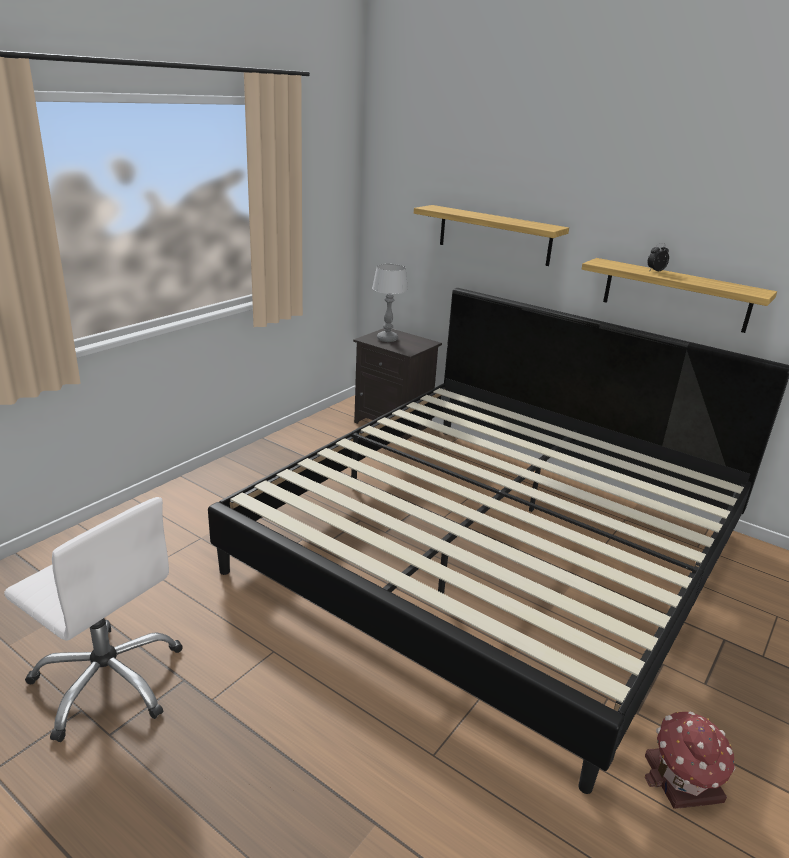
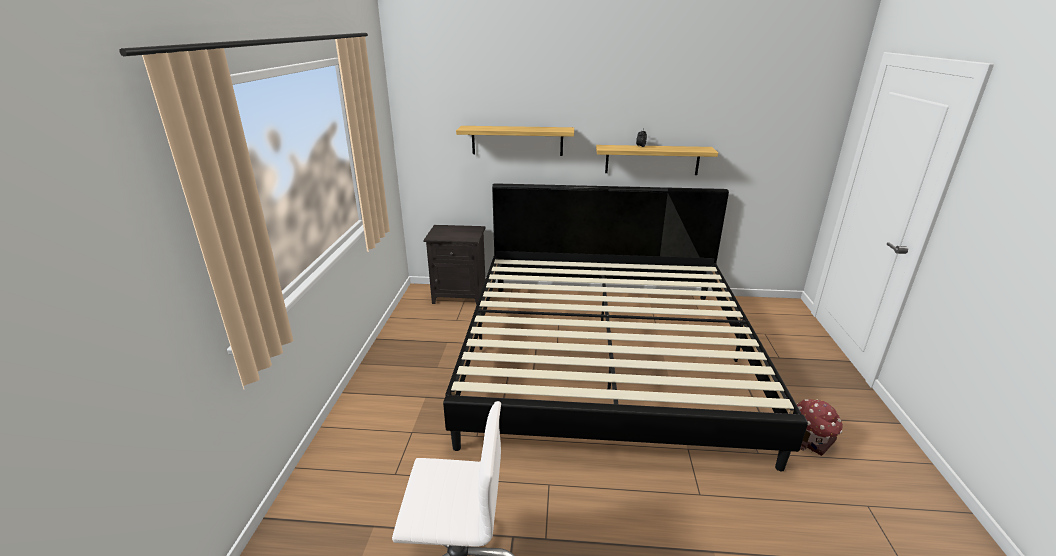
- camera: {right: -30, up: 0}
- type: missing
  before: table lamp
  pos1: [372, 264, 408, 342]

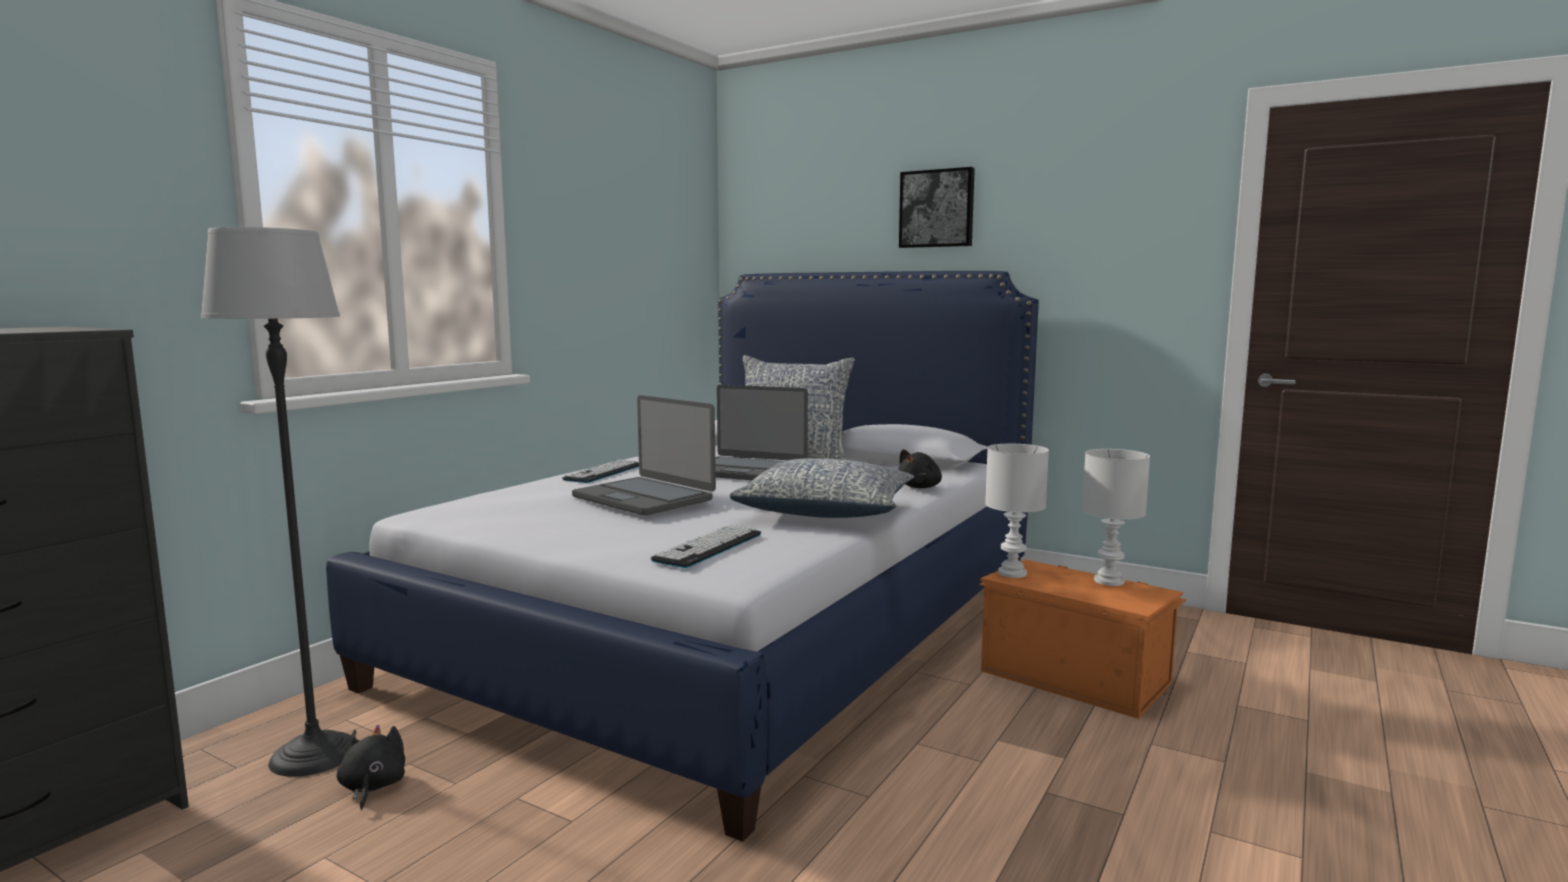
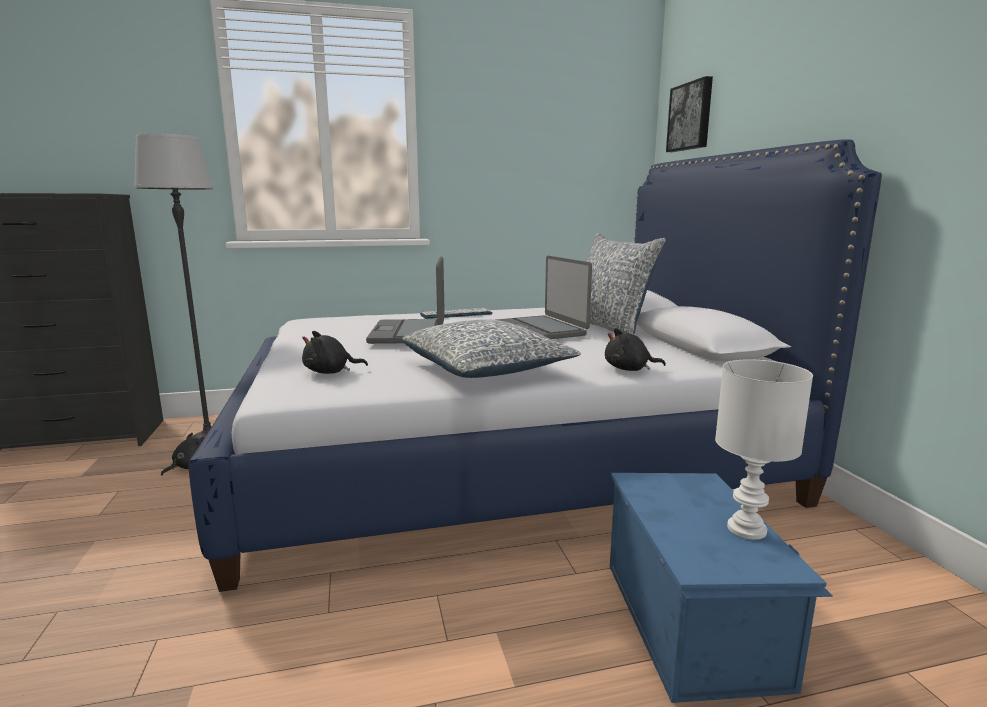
- camera: {right: 45, up: 5}
- type: exchanged
  before: PC keyboard
  after: blackish plush toy
  pos1: [650, 525, 761, 568]
  pos2: [302, 331, 368, 374]
- type: relocated
  before: wall picture
  pos1: [899, 167, 975, 248]
  pos2: [666, 76, 713, 152]
- type: colour
  before: orangey storage container
  after: blue storage container
  pos1: [979, 560, 1187, 719]
  pos2: [610, 473, 833, 703]
- type: missing
  before: whitish table lamp
  pos1: [985, 444, 1049, 578]

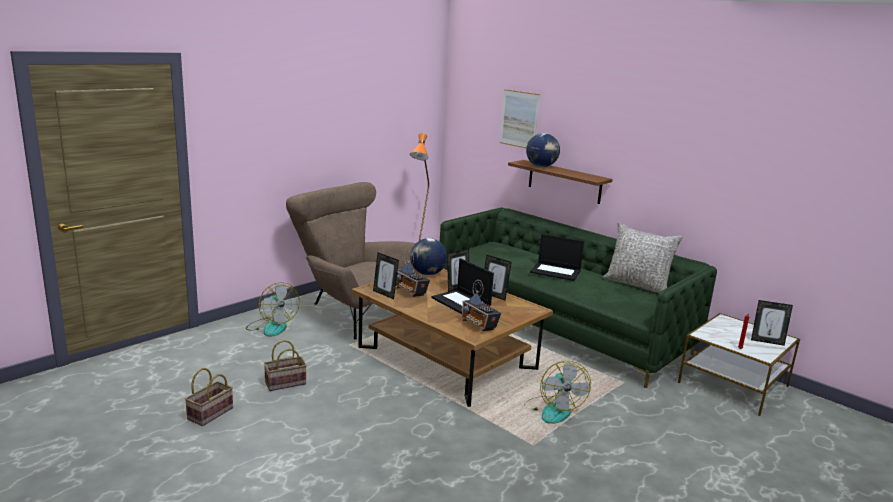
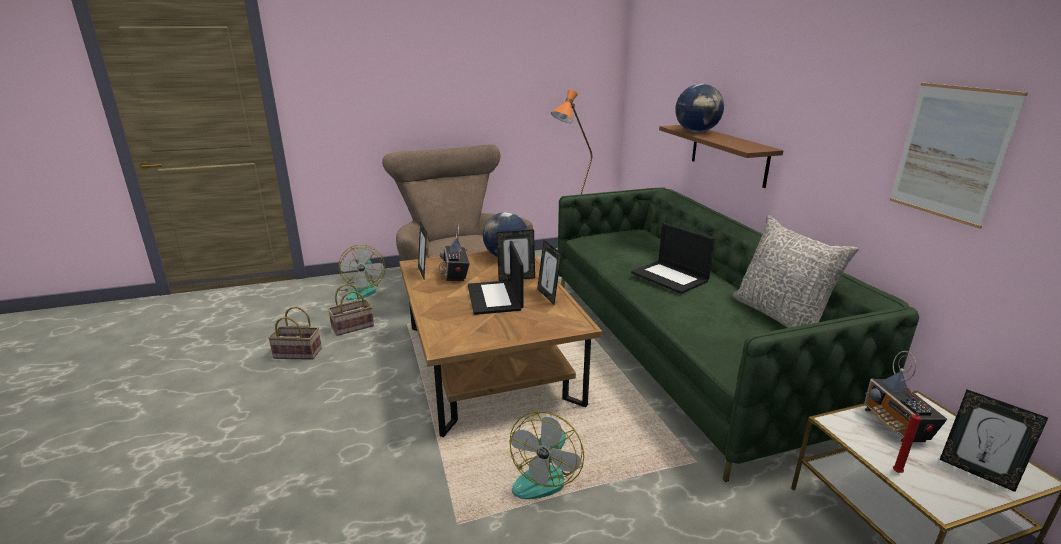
- camera: {right: 30, up: 5}
- type: relocated
  before: basket
  pos1: [185, 368, 233, 426]
  pos2: [328, 284, 374, 336]
- type: relocated
  before: radio set
  pos1: [461, 280, 501, 331]
  pos2: [864, 351, 947, 442]
- type: relocated
  before: wall picture
  pos1: [500, 89, 540, 148]
  pos2: [889, 83, 1028, 229]

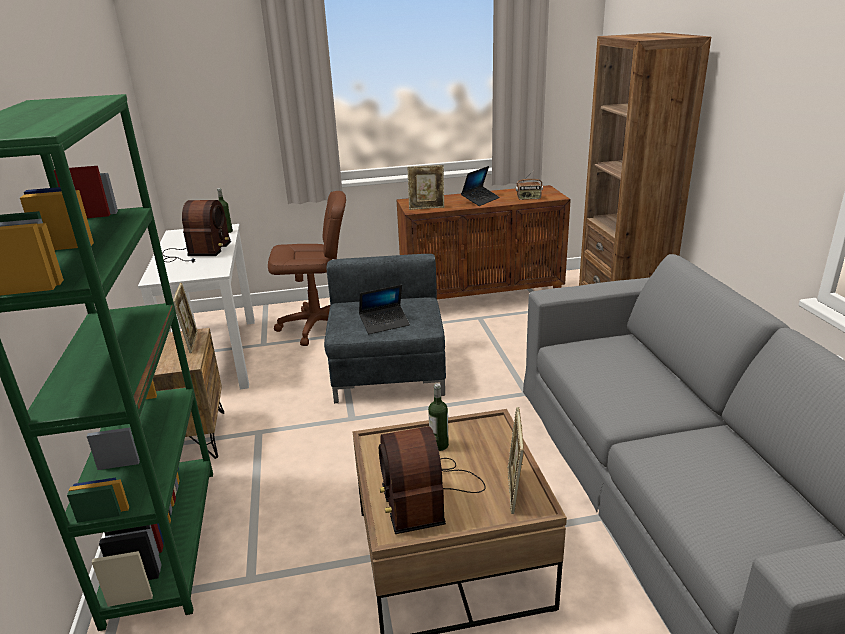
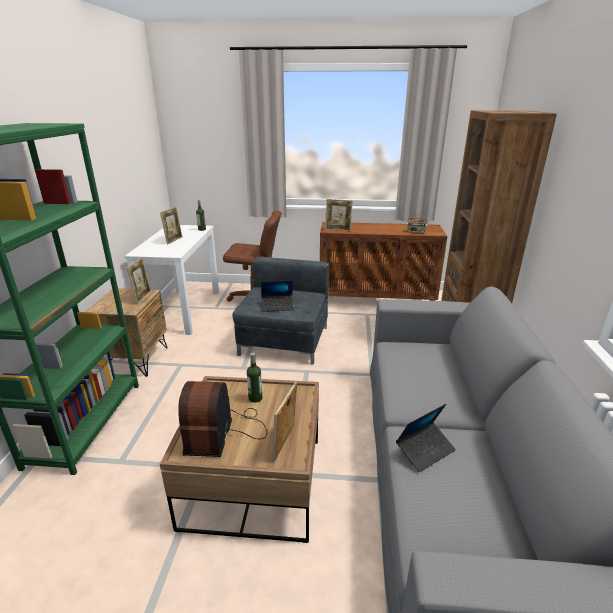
- camera: {right: 15, up: 0}
- type: exchanged
  before: radio set
  after: photo frame
  pos1: [162, 200, 231, 262]
  pos2: [160, 207, 182, 245]
- type: relocated
  before: notebook computer
  pos1: [461, 166, 500, 206]
  pos2: [396, 404, 456, 472]

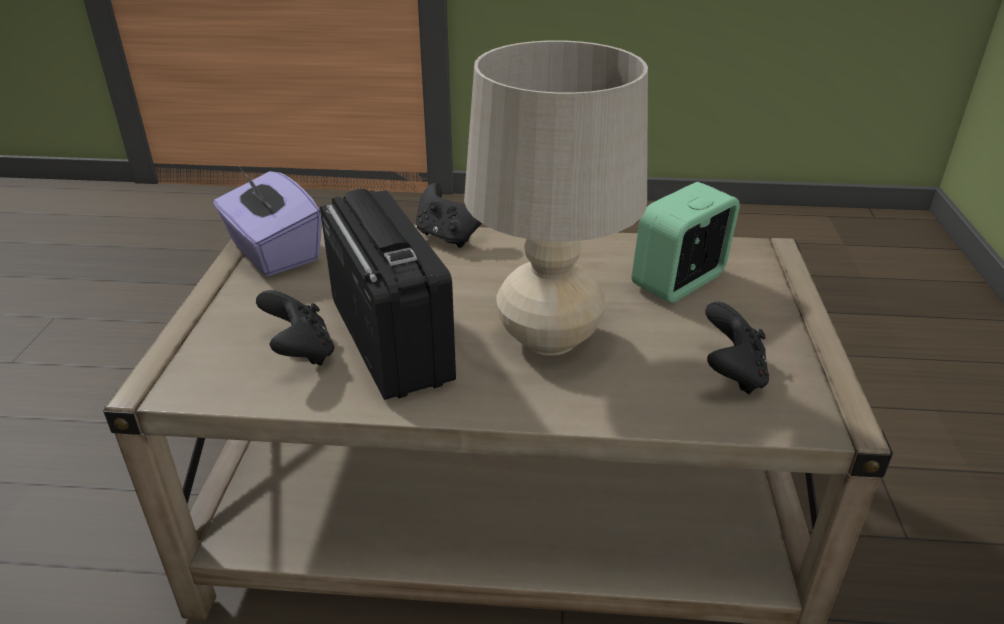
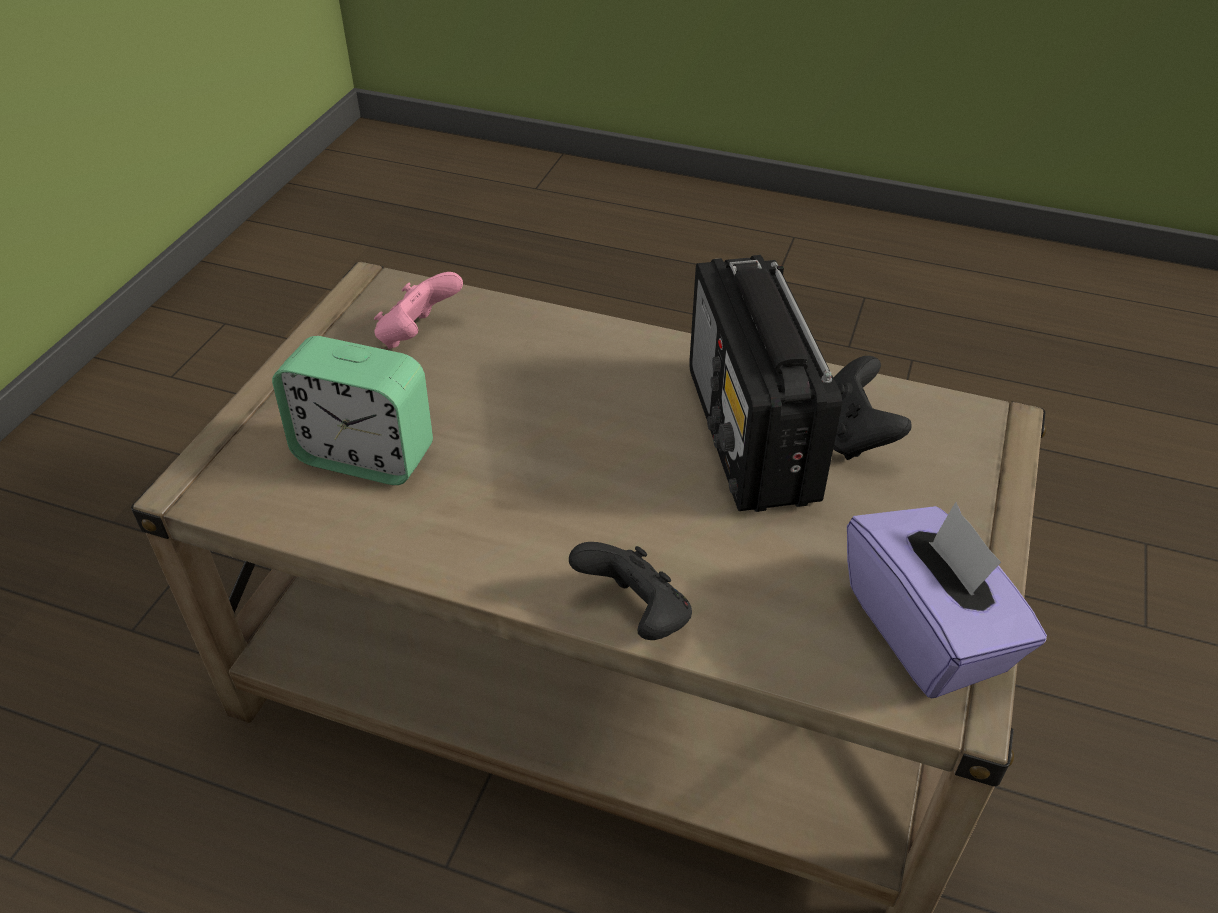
- camera: {right: -165, up: 10}
- type: missing
  before: beige table lamp
  pos1: [464, 40, 648, 356]
- type: spun
  before: alarm clock
  pos1: [632, 182, 740, 303]
  pos2: [272, 336, 433, 485]
  turn: 45
- type: colour
  before: blackish game controller
  after: pink-coloured game controller
  pos1: [705, 302, 769, 394]
  pos2: [374, 272, 463, 349]

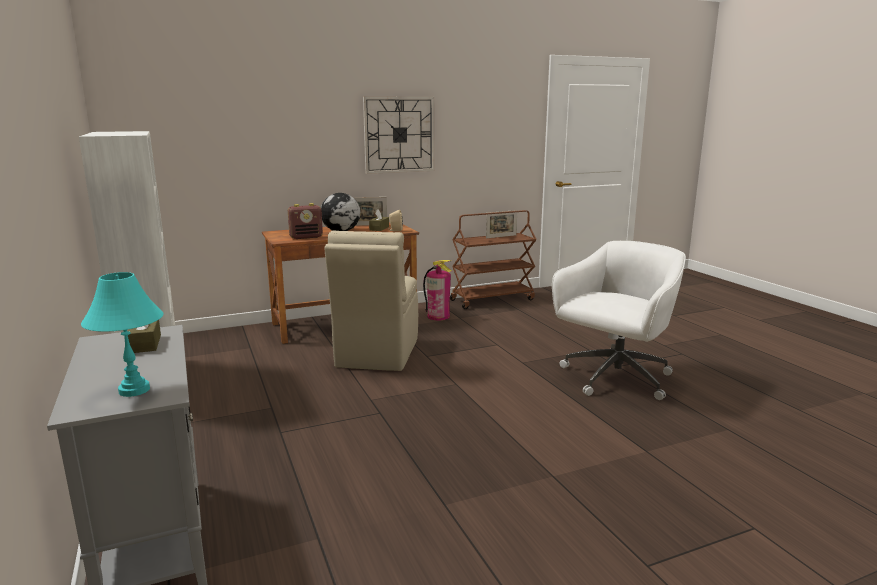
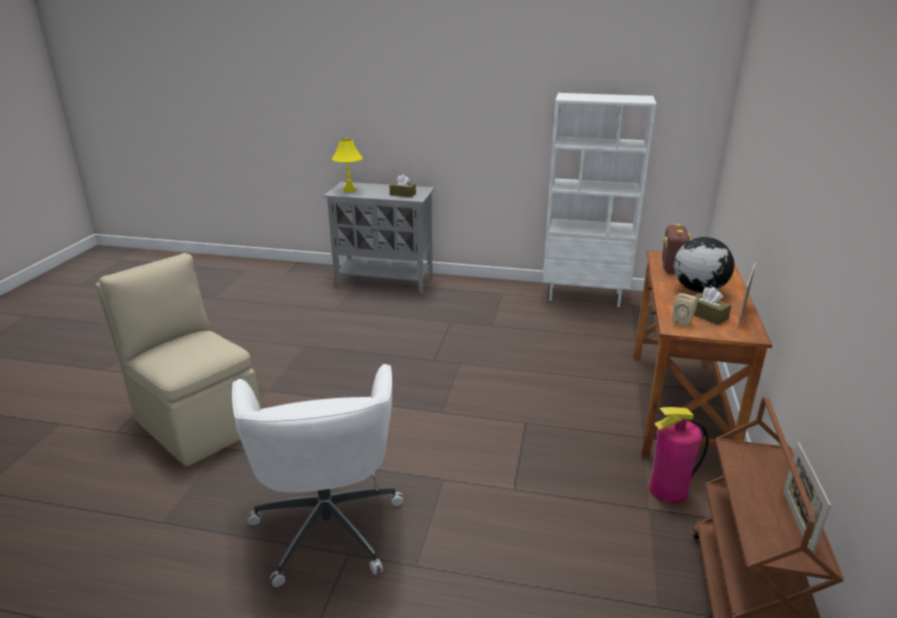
- camera: {right: 125, up: 10}
- type: colour
  before: turquoise table lamp
  after: yellowish table lamp
  pos1: [81, 272, 164, 397]
  pos2: [332, 139, 363, 192]
- type: relocated
  before: beige upright chair
  pos1: [325, 231, 418, 371]
  pos2: [95, 253, 261, 466]
- type: missing
  before: clock on the wall
  pos1: [363, 96, 435, 174]

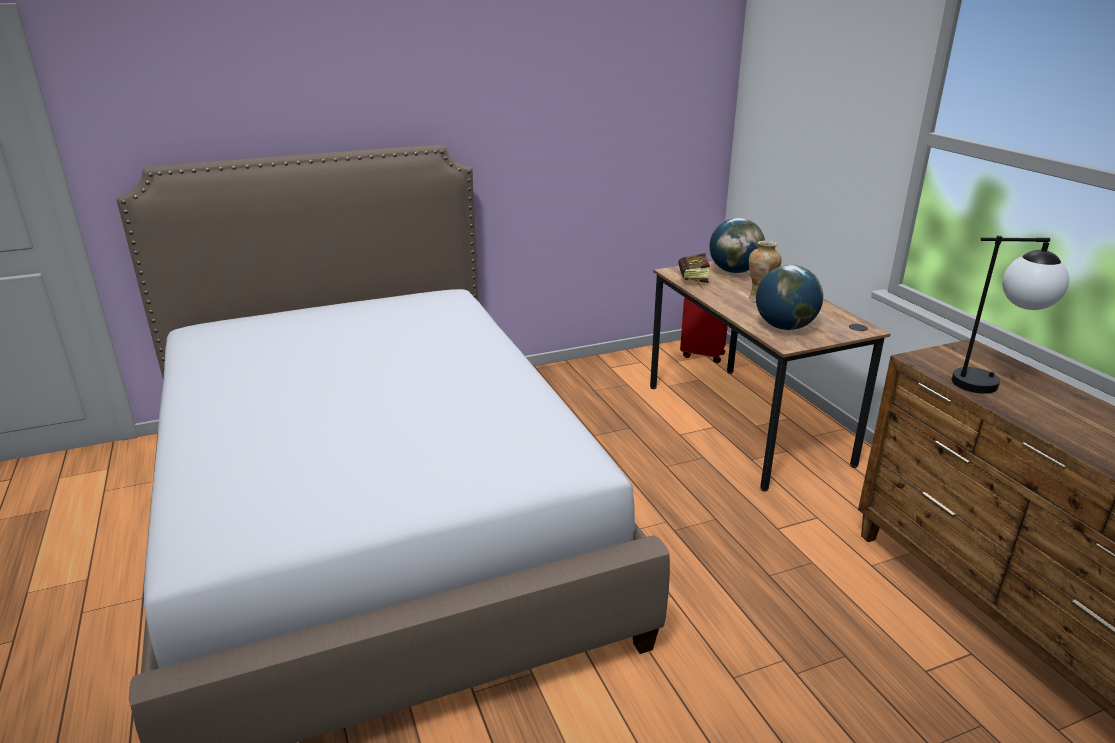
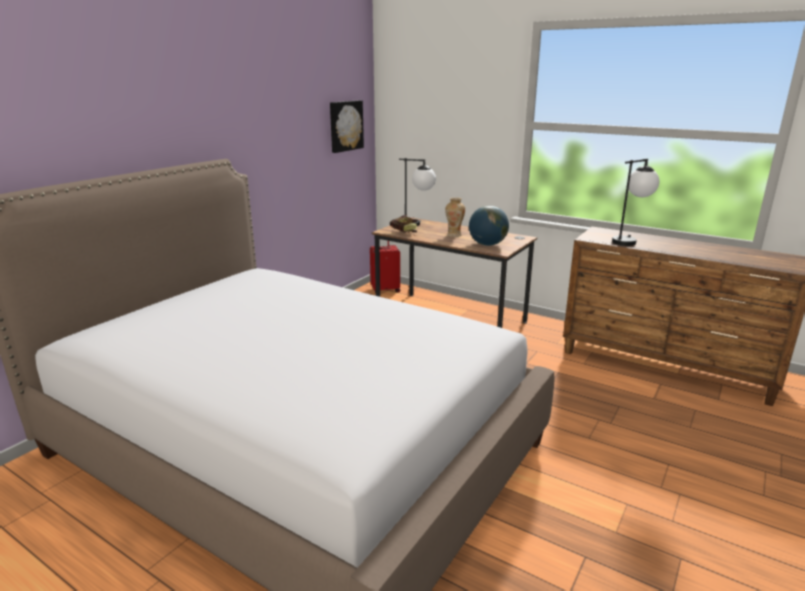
- camera: {right: -35, up: -5}
- type: exchanged
  before: desk globe
  after: table lamp
  pos1: [709, 218, 765, 273]
  pos2: [399, 158, 436, 226]
- type: appeared
  after: wall picture
  pos2: [330, 100, 364, 153]

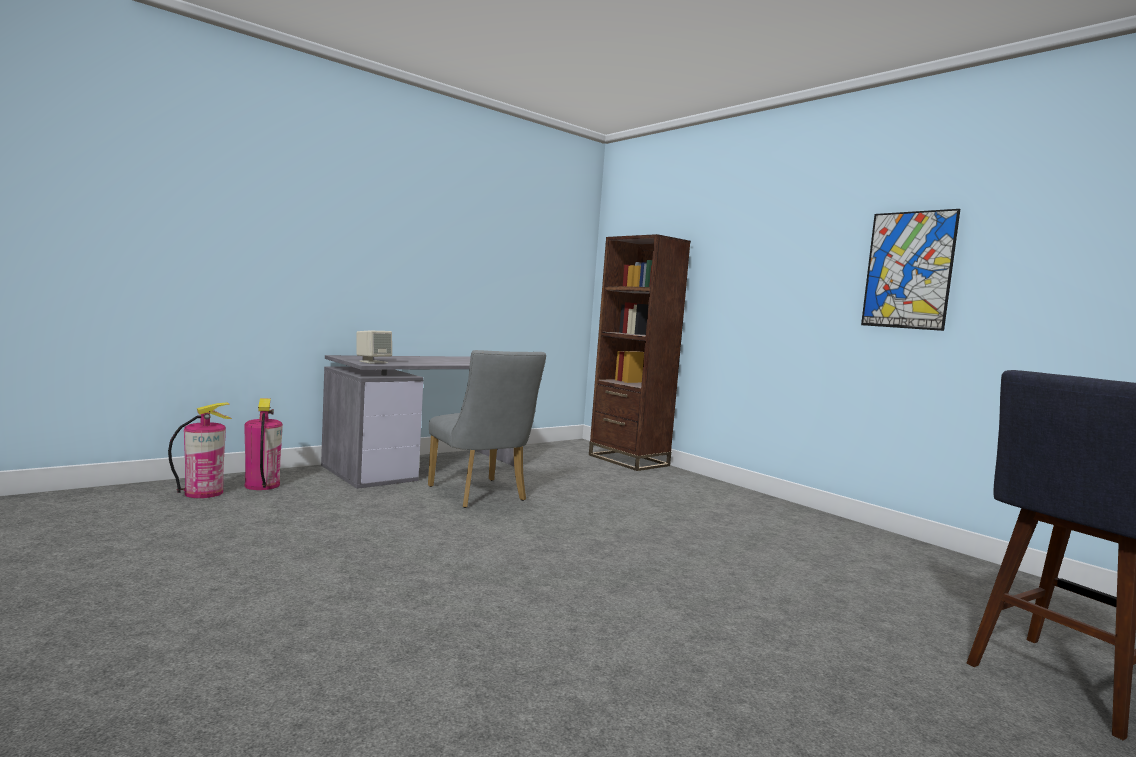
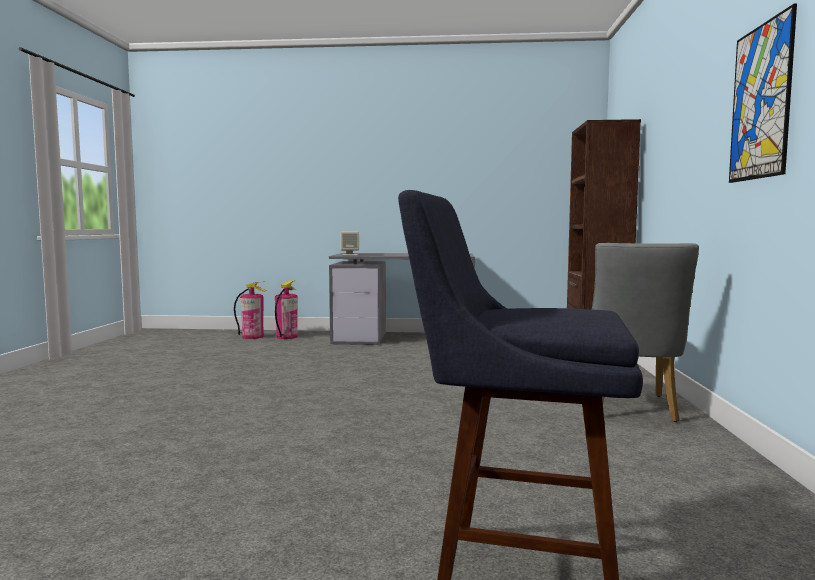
- camera: {right: 45, up: 0}
- type: relocated
  before: grey upright chair
  pos1: [428, 350, 546, 508]
  pos2: [592, 243, 699, 422]

